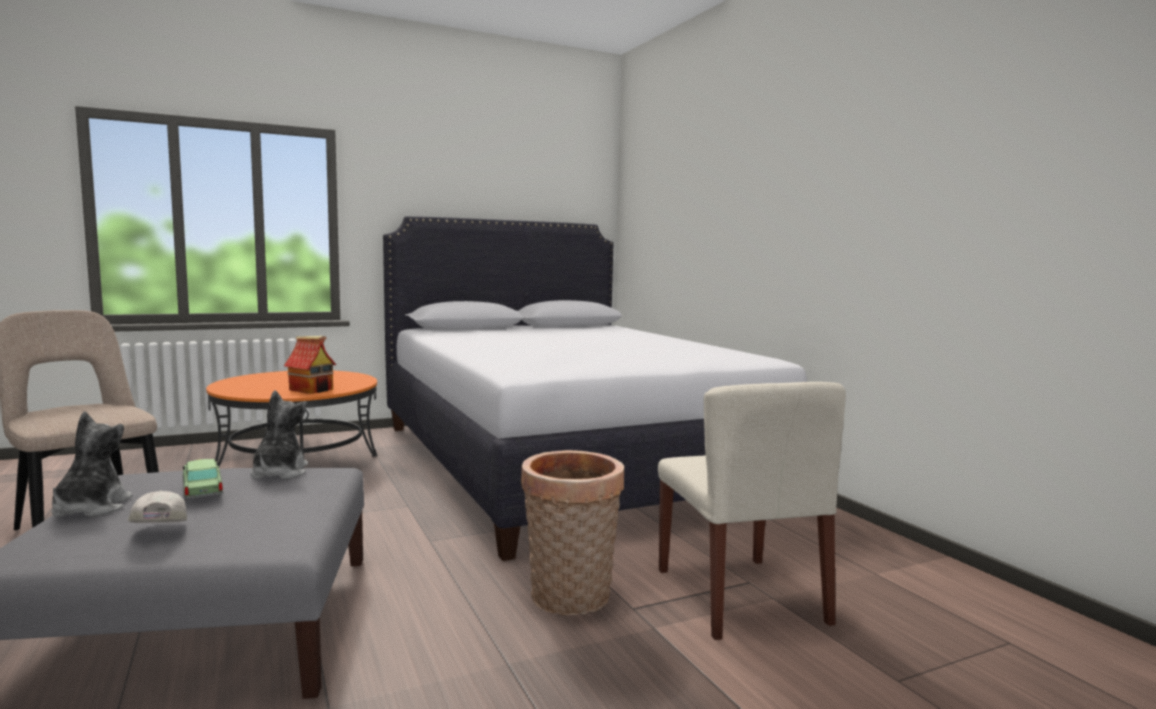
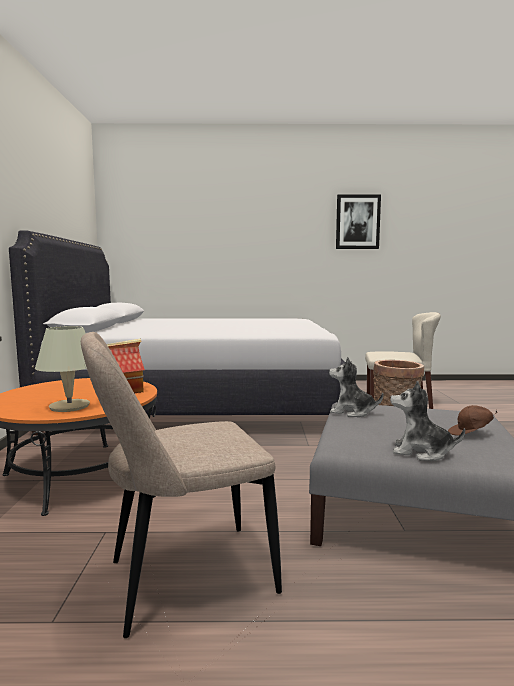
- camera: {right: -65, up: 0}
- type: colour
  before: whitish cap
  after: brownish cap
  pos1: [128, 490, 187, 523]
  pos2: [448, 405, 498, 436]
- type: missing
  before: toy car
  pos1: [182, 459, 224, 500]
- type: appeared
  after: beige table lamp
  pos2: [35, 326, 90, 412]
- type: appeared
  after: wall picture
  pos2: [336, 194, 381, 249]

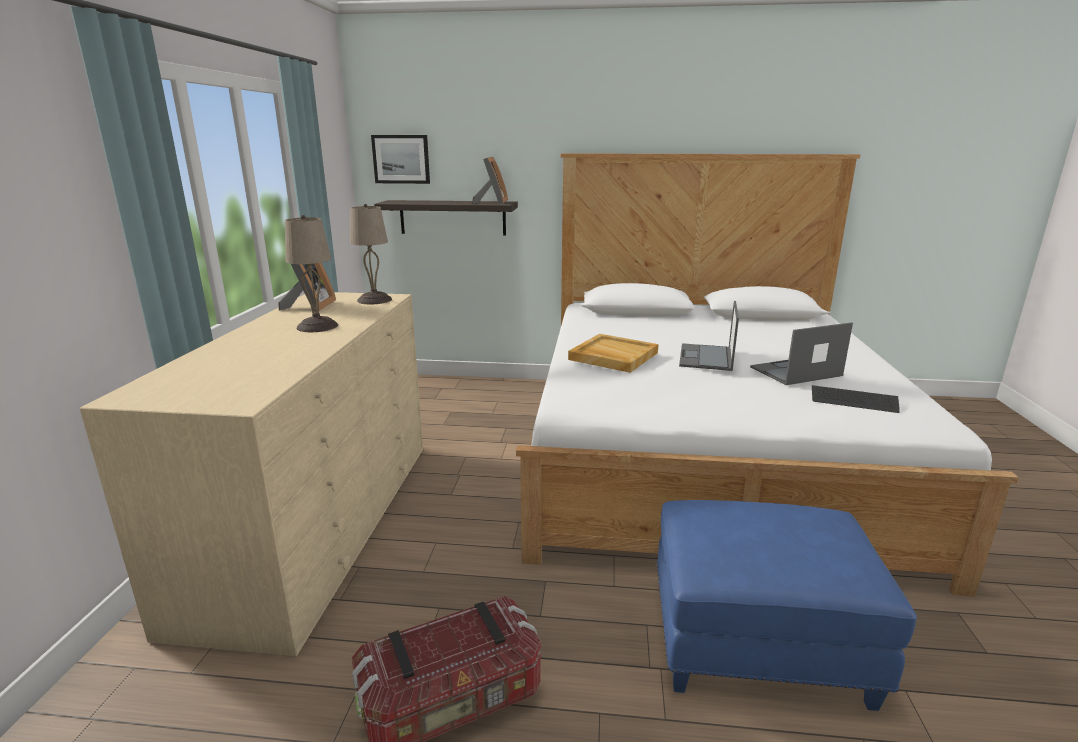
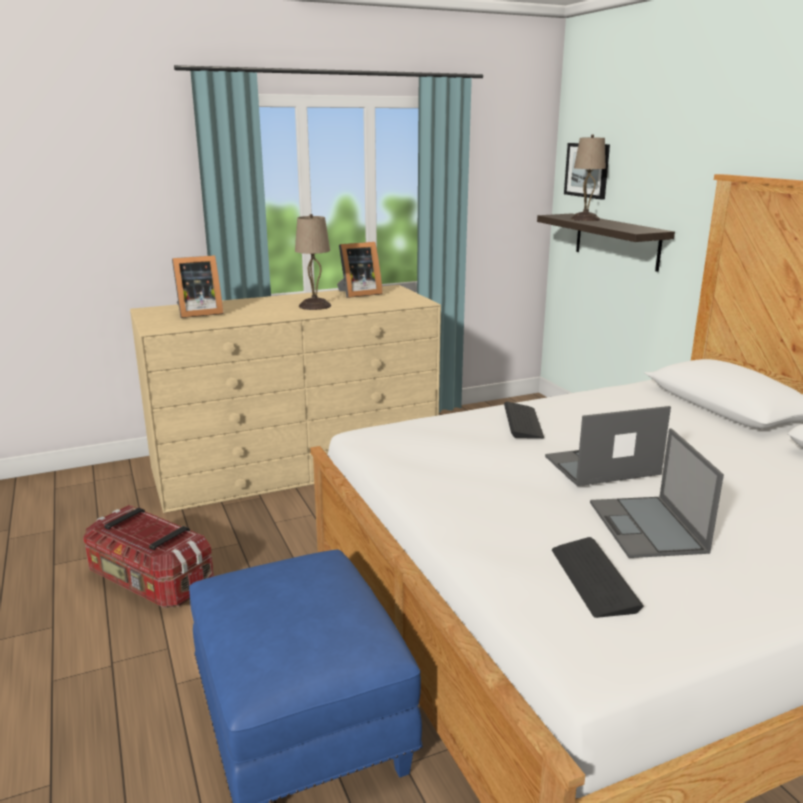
- camera: {right: 60, up: 0}
- type: relocated
  before: beige table lamp
  pos1: [350, 204, 392, 304]
  pos2: [571, 134, 606, 221]
- type: relocated
  before: photo frame
  pos1: [472, 157, 508, 204]
  pos2: [172, 255, 223, 318]
- type: exchanged
  before: beige tray
  after: PC keyboard
  pos1: [568, 334, 659, 373]
  pos2: [504, 402, 544, 438]
- type: spun
  before: notebook computer
  pos1: [750, 322, 853, 385]
  pos2: [590, 428, 724, 558]
  turn: -135

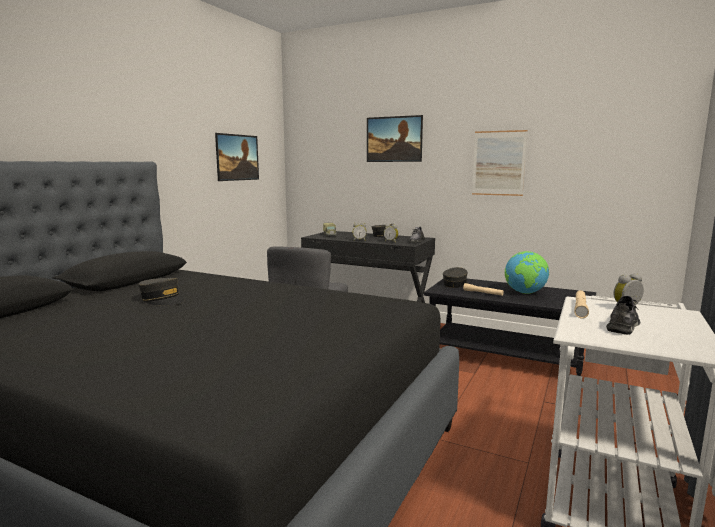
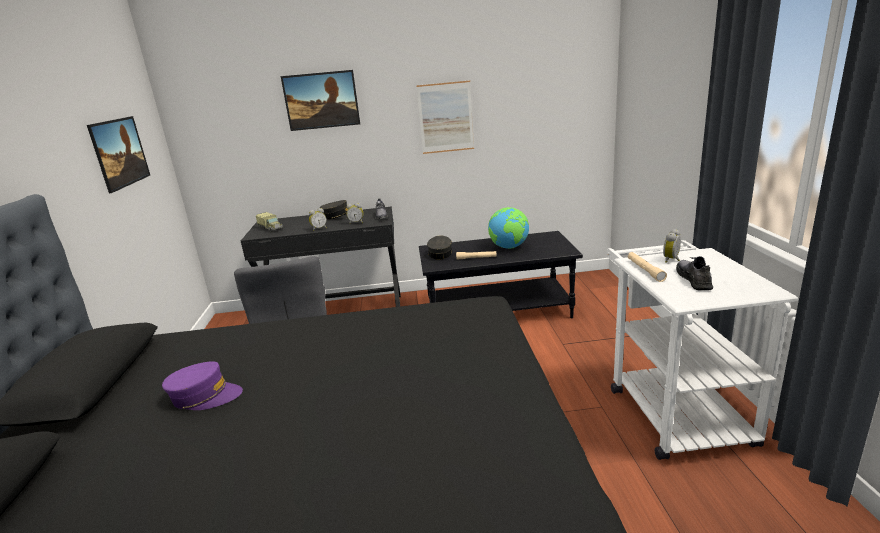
- camera: {right: -30, up: 10}
- type: colour
  before: grey cap
  after: purplish cap
  pos1: [138, 278, 186, 305]
  pos2: [162, 361, 243, 410]

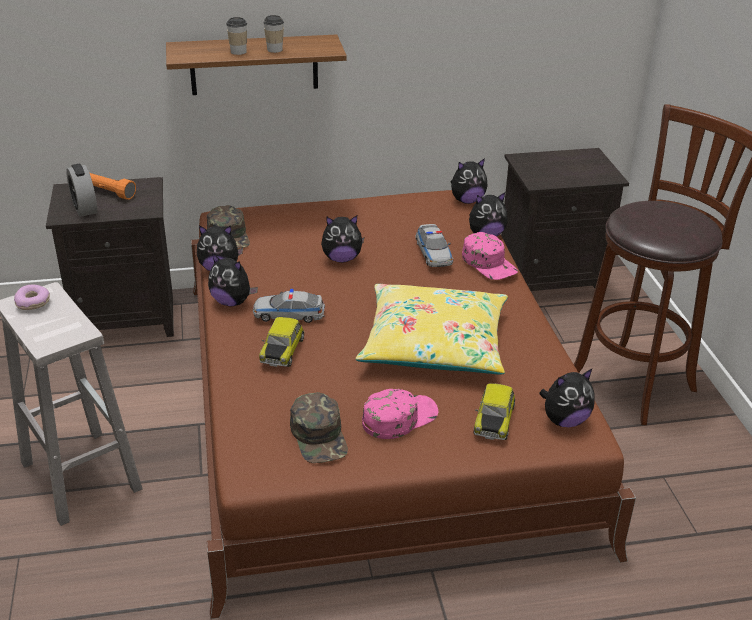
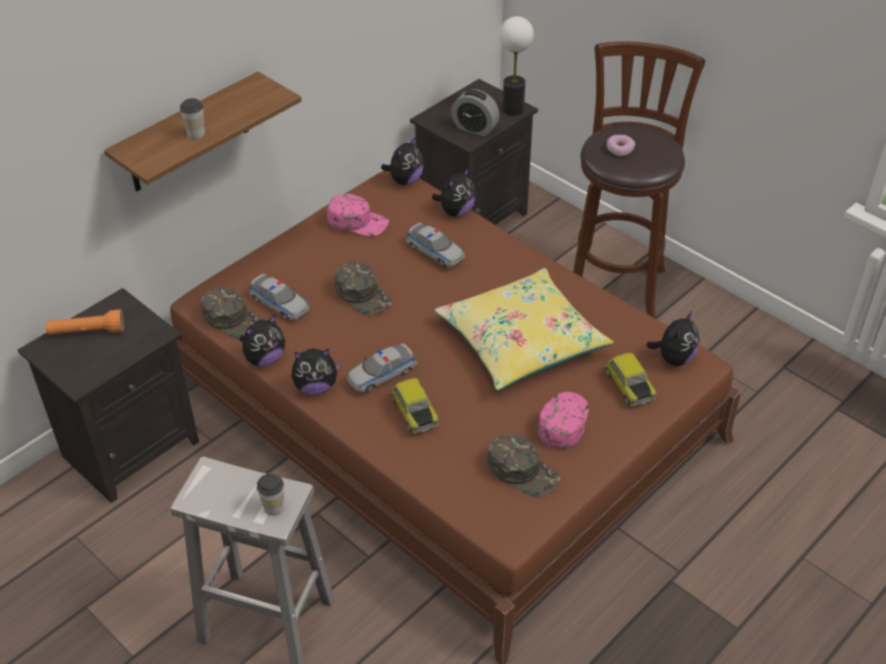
- camera: {right: -35, up: 10}
- type: relocated
  before: doughnut
  pos1: [14, 285, 50, 310]
  pos2: [607, 135, 635, 156]
- type: relocated
  before: alarm clock
  pos1: [66, 164, 97, 217]
  pos2: [451, 89, 500, 136]
- type: relocated
  before: cup
  pos1: [263, 15, 284, 53]
  pos2: [257, 474, 284, 516]
- type: exchanged
  before: plush toy
  after: green cap
  pos1: [321, 215, 364, 263]
  pos2: [335, 262, 392, 316]
- type: relocated
  before: pink-coloured cap
  pos1: [462, 232, 518, 280]
  pos2: [327, 194, 389, 237]
- type: appeared
  after: toy car
  pos2: [249, 274, 310, 321]
- type: appeared
  after: table lamp
  pos2: [500, 16, 534, 116]

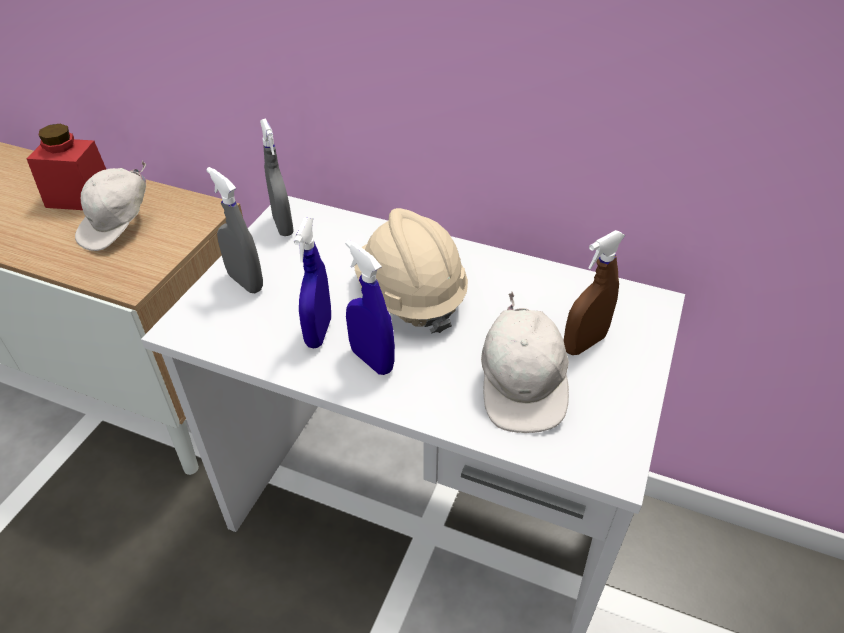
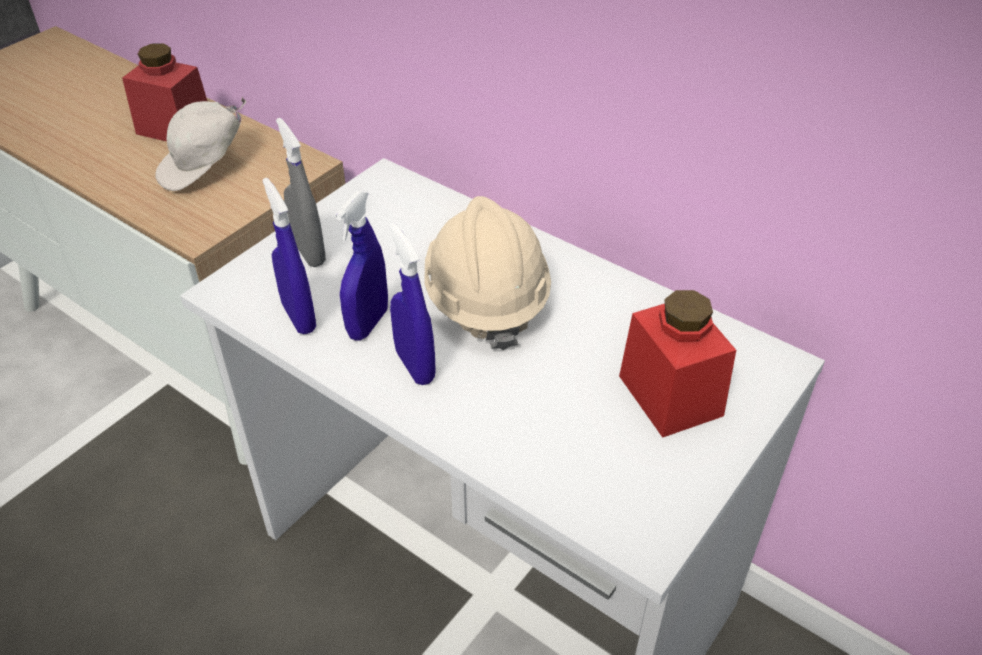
- camera: {right: 15, up: 0}
- type: missing
  before: grey sprayer
  pos1: [260, 119, 294, 236]
- type: missing
  before: whitish cap
  pos1: [481, 291, 569, 433]
- type: exchanged
  before: brownish sprayer
  after: reddish jar
  pos1: [564, 230, 626, 355]
  pos2: [619, 290, 736, 438]
- type: appeared
  after: blue sprayer
  pos2: [262, 178, 316, 334]

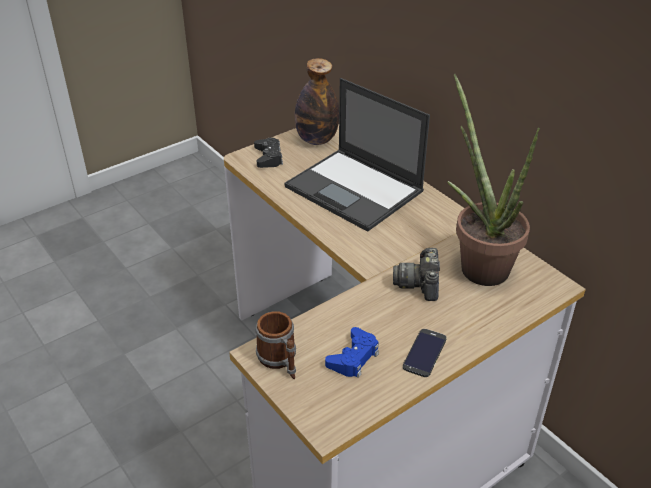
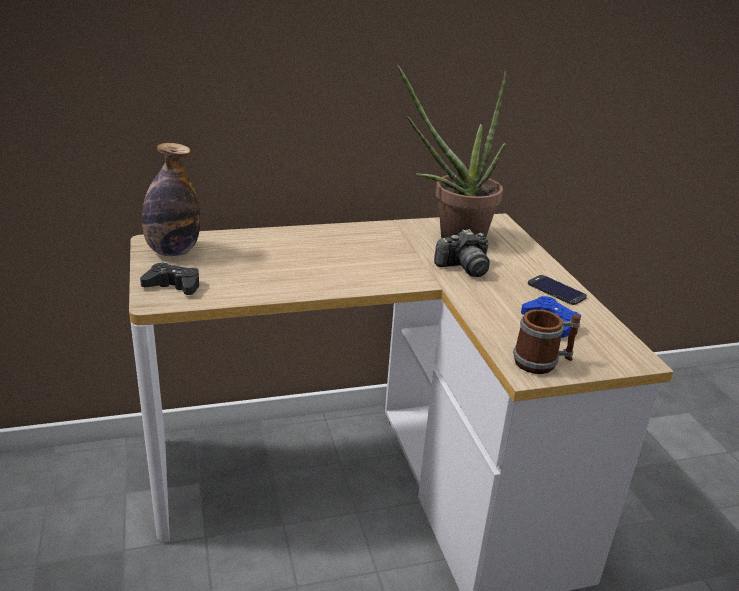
- camera: {right: -70, up: -10}
- type: missing
  before: notebook computer
  pos1: [284, 78, 430, 232]
- type: spun
  before: still camera
  pos1: [393, 248, 440, 301]
  pos2: [434, 229, 490, 277]
  turn: -45

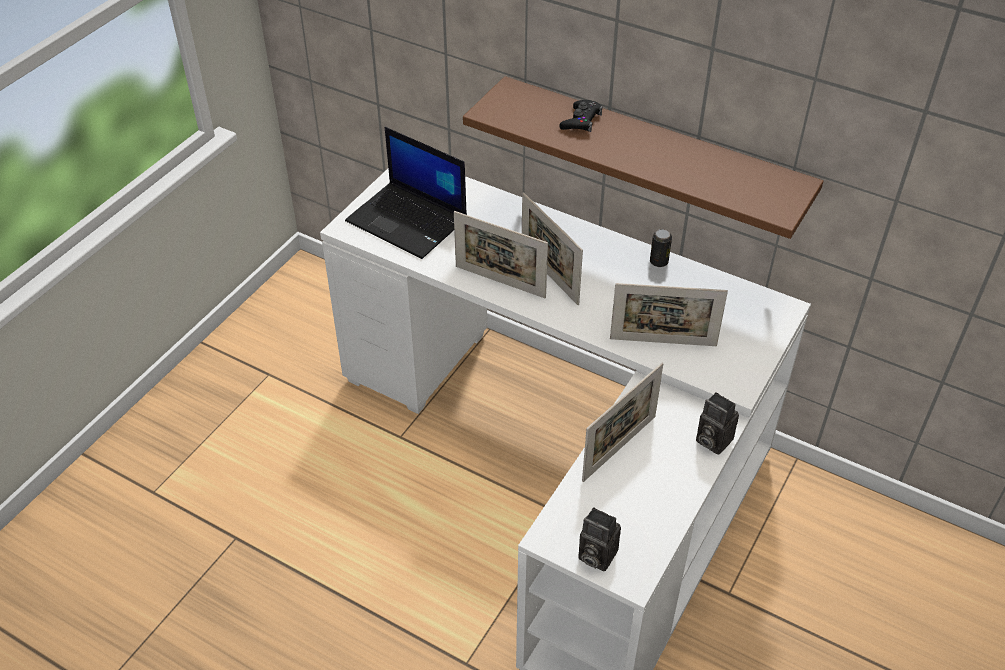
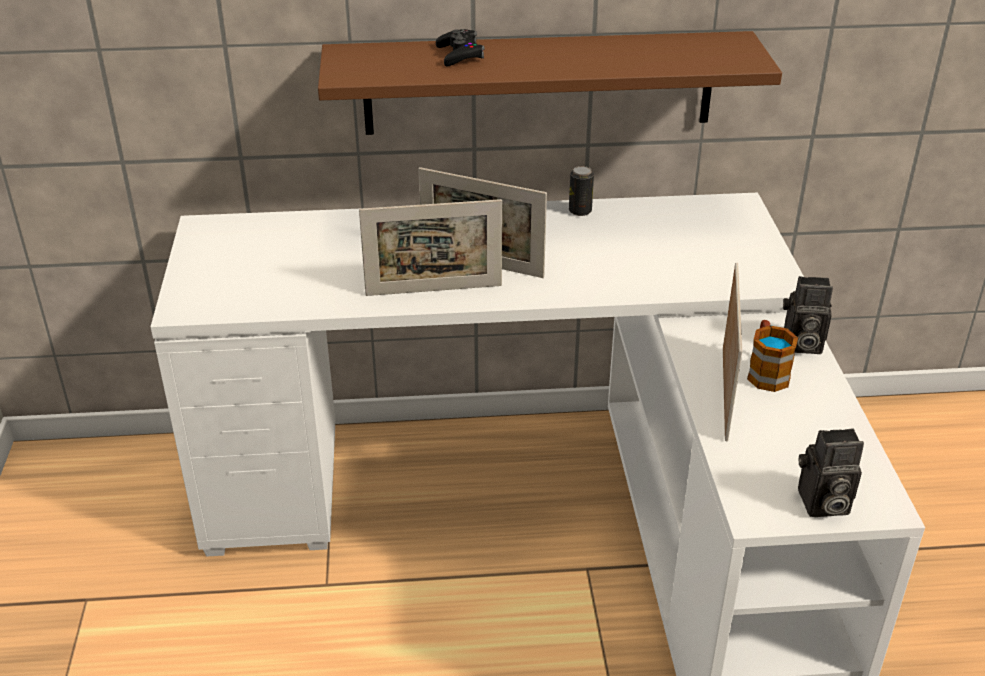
- camera: {right: -35, up: -10}
- type: missing
  before: notebook computer
  pos1: [345, 127, 467, 259]
- type: missing
  before: photo frame
  pos1: [610, 283, 728, 346]
- type: appeared
  after: mug
  pos2: [747, 320, 798, 392]

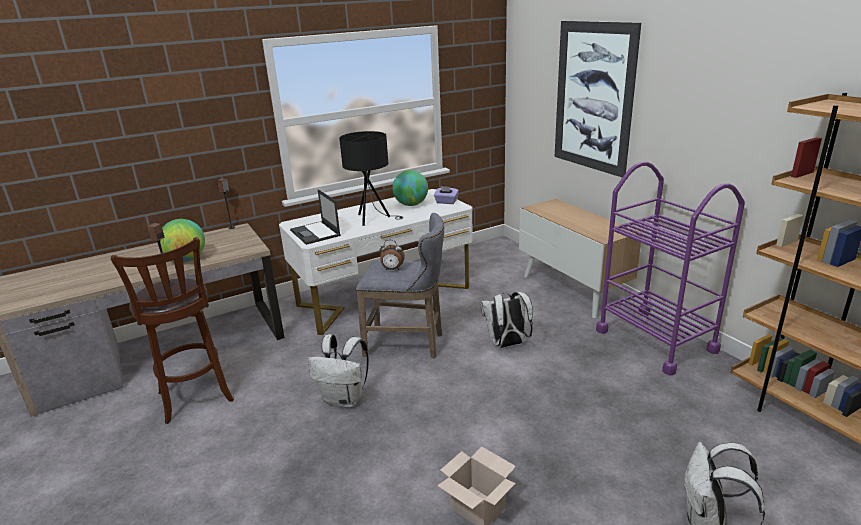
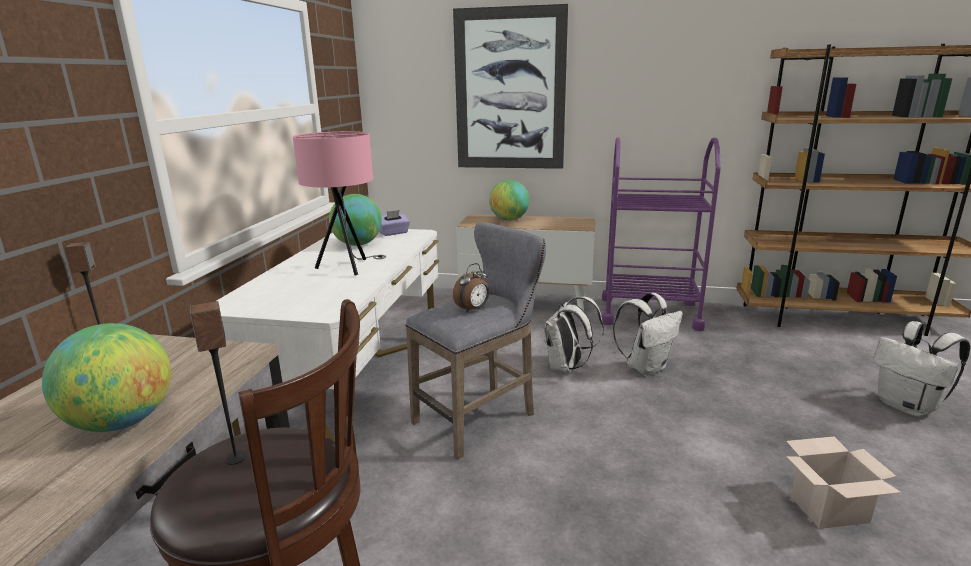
- camera: {right: -50, up: -5}
- type: missing
  before: notebook computer
  pos1: [290, 189, 341, 245]
- type: relocated
  before: whitish backpack
  pos1: [308, 334, 369, 408]
  pos2: [613, 293, 683, 376]
- type: colour
  before: blackish table lamp
  after: pink-coloured table lamp
  pos1: [339, 131, 404, 226]
  pos2: [293, 131, 386, 275]
- type: appeared
  after: desk globe
  pos2: [489, 180, 529, 221]

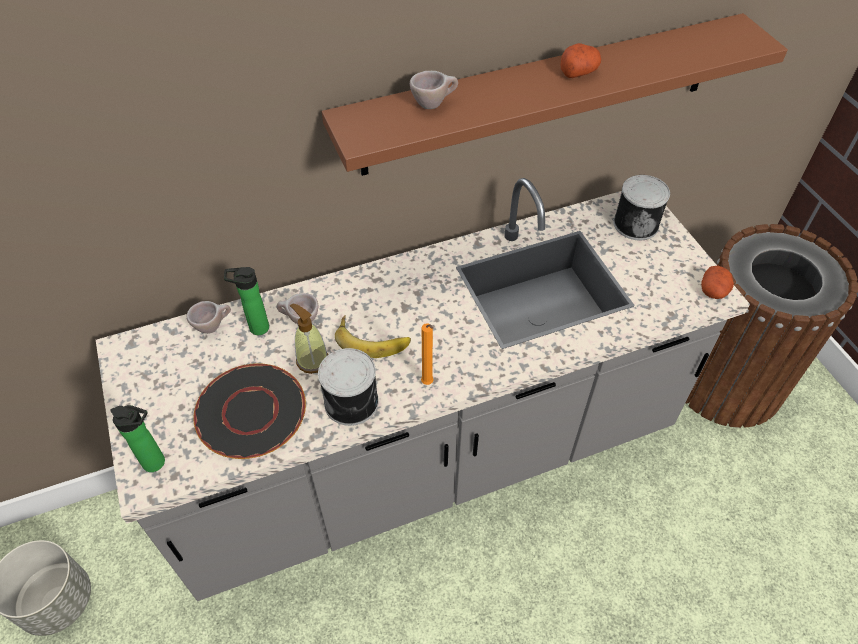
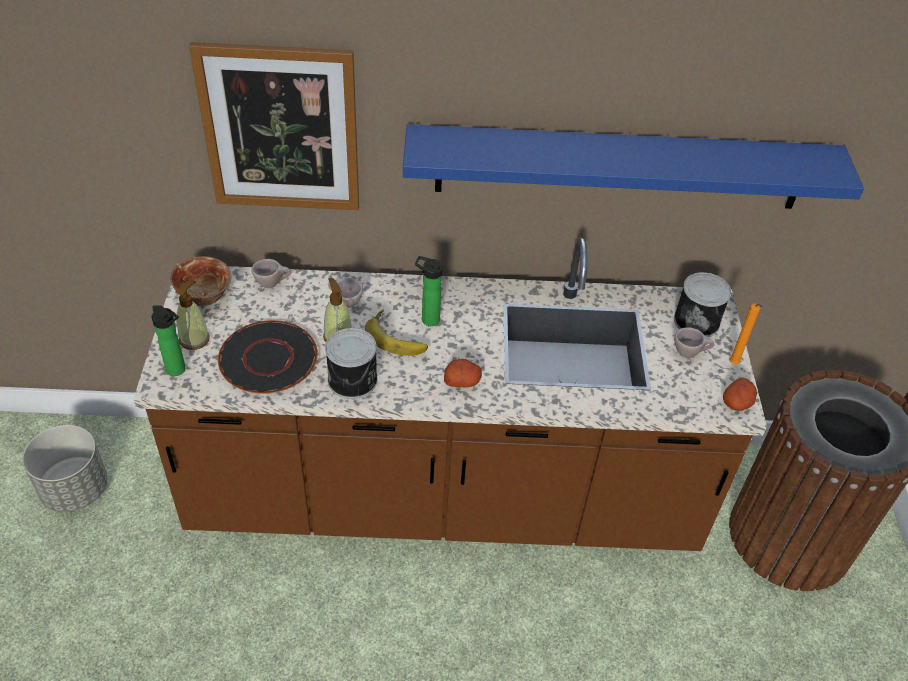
- camera: {right: 20, up: -5}
- type: colour
  before: grey kitchen counter
  after: brownish kitchen counter
  pos1: [96, 178, 750, 601]
  pos2: [133, 238, 767, 551]
- type: relocated
  before: bottle
  pos1: [224, 267, 269, 335]
  pos2: [415, 256, 443, 326]
- type: colour
  before: brownish shelf
  after: blue shelf
  pos1: [322, 13, 788, 176]
  pos2: [403, 124, 864, 209]
- type: relocated
  before: beige cup
  pos1: [410, 71, 458, 109]
  pos2: [674, 328, 715, 358]
- type: relocated
  before: orangey wax light
  pos1: [421, 323, 434, 385]
  pos2: [729, 303, 762, 365]
- type: relocated
  before: spud
  pos1: [561, 43, 601, 78]
  pos2: [444, 359, 482, 387]
- type: appeared
  after: deep dish
  pos2: [170, 256, 231, 306]
- type: appeared
  after: soap bottle
  pos2: [176, 280, 210, 350]
- type: appeared
  after: wall picture
  pos2: [189, 42, 359, 210]

